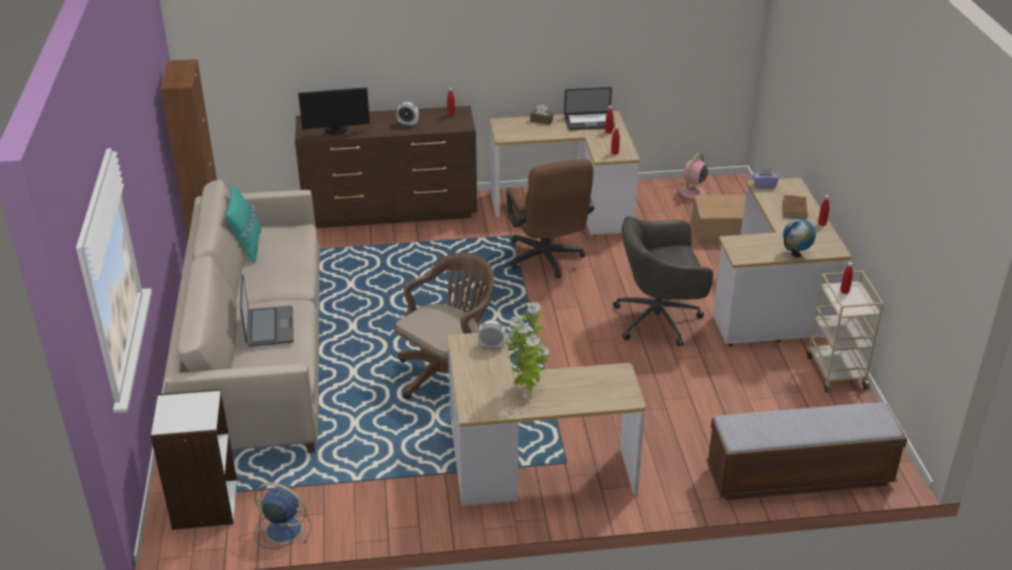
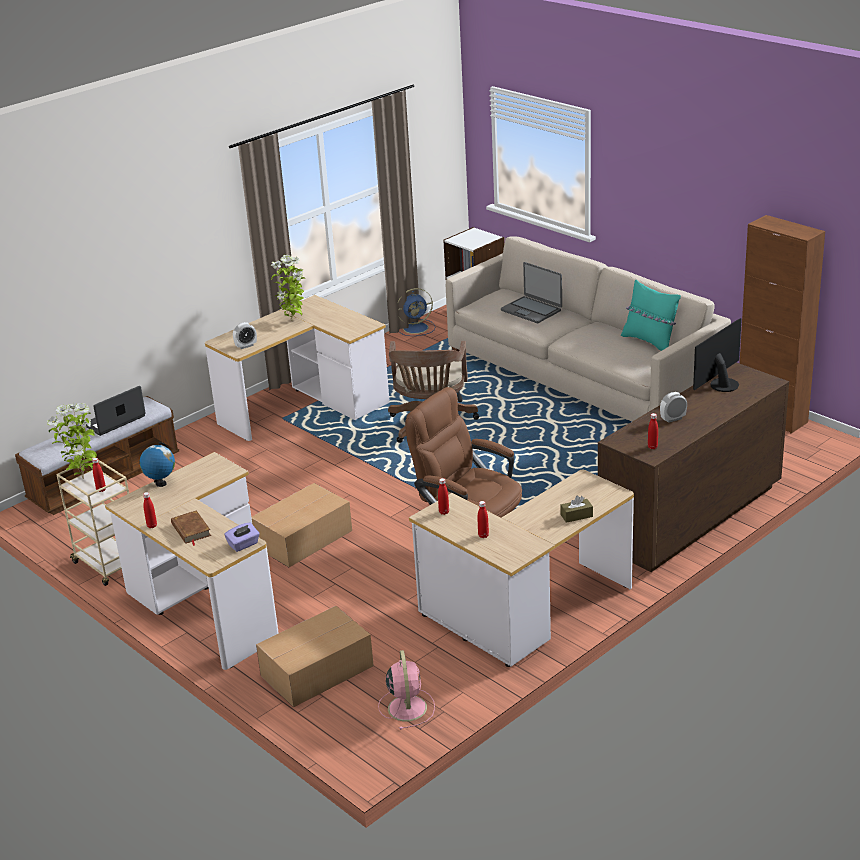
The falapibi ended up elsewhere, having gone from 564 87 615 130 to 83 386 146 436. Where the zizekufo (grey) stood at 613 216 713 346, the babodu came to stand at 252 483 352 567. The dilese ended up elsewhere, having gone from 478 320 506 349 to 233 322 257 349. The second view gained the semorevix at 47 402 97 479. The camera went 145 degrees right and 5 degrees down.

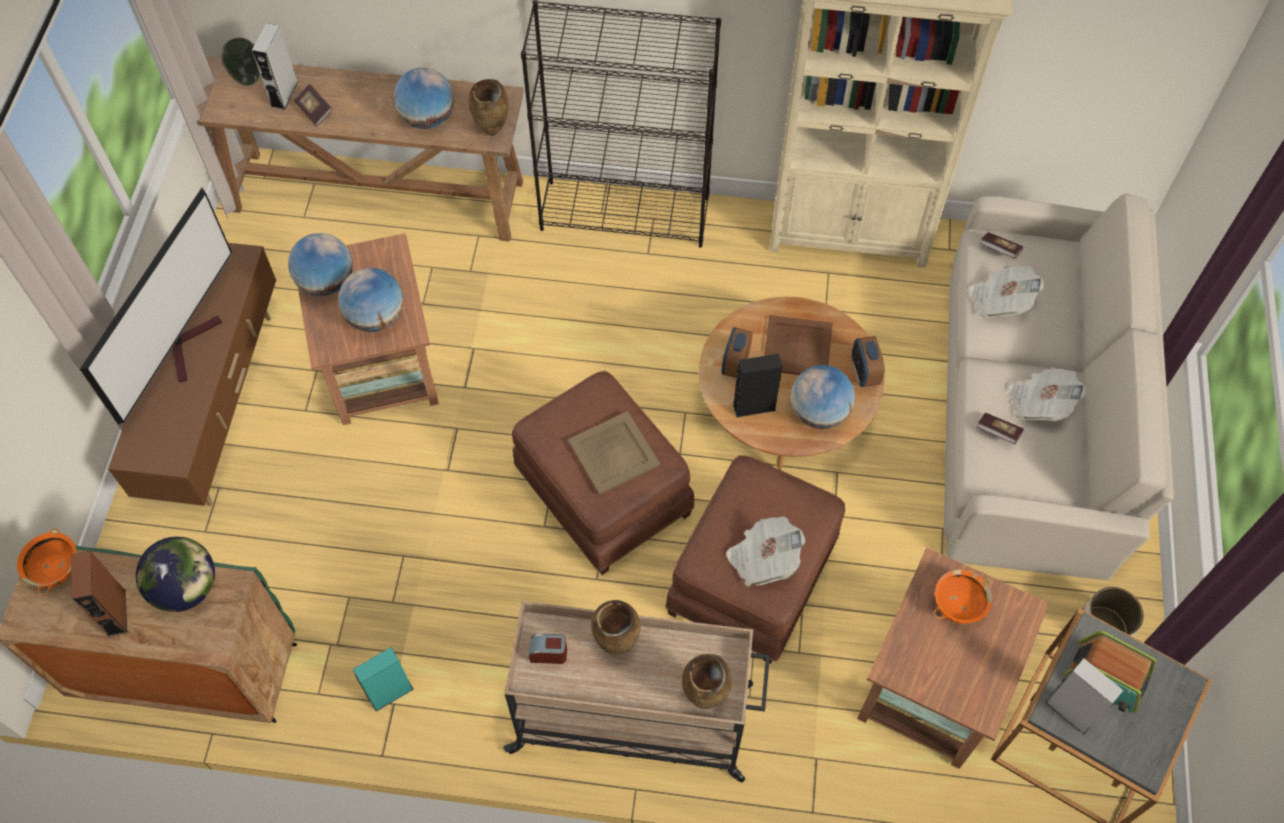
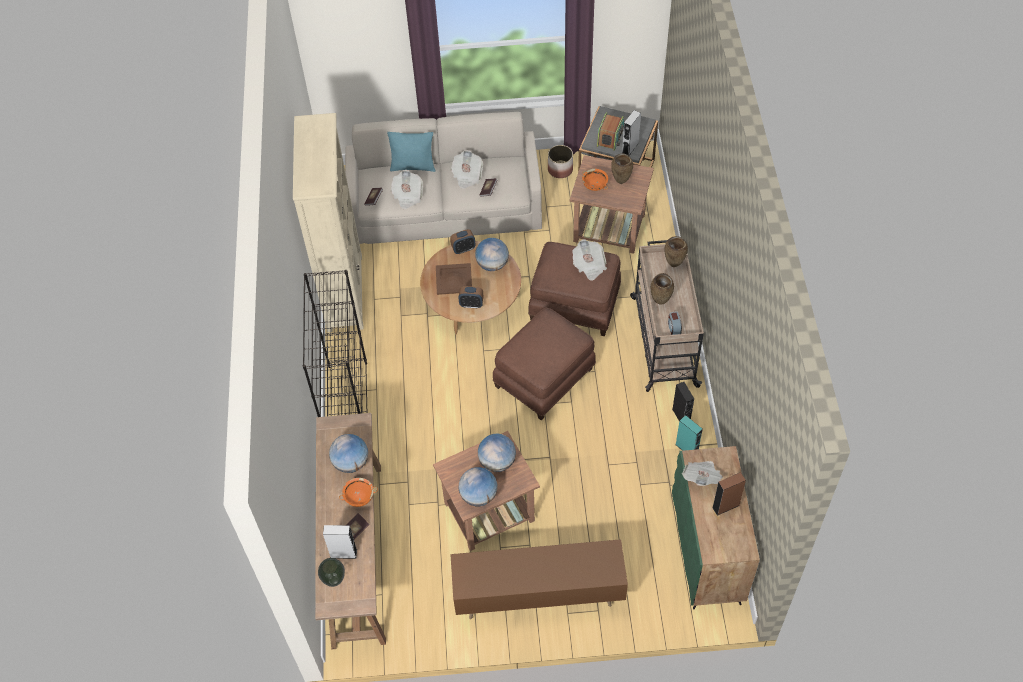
The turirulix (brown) ended up elsewhere, having gone from 468 79 508 136 to 611 154 633 184. The second view lost the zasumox at 80 188 232 424. The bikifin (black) ended up elsewhere, having gone from 733 354 782 418 to 672 382 694 421. The second view lost the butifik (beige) at 568 411 660 495. The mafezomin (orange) ended up elsewhere, having gone from 17 528 77 596 to 339 478 378 507. Where the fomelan stood at 136 537 215 612, the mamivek came to stand at 682 461 723 486. The second view gained the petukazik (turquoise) at 387 132 436 172. The camera went 100 degrees left and 5 degrees down.

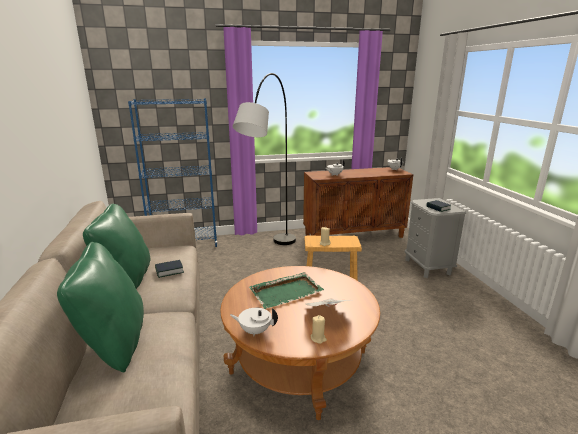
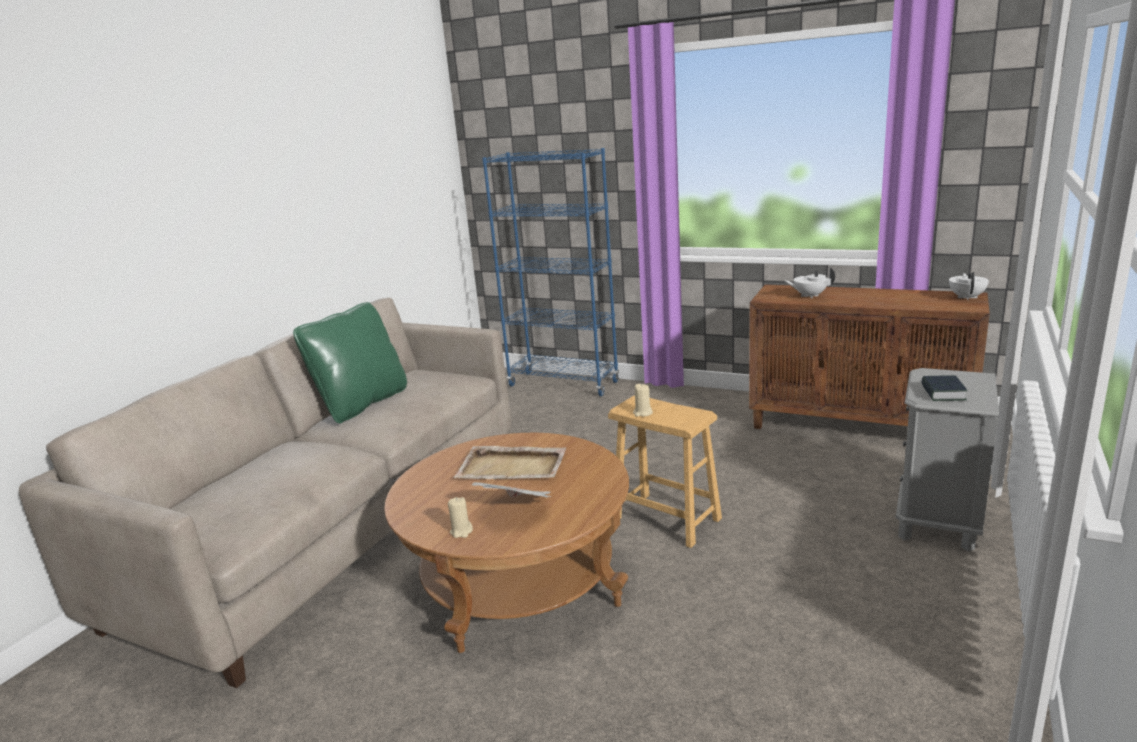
The second view lost the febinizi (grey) at 233 73 296 245. The second view lost the petukazik (green) at 57 242 144 372. The second view lost the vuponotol at 155 260 184 278. What was the butifik (green) at 249 272 324 309 turned into the butifik (beige) at 454 446 566 479. The second view lost the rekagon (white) at 230 308 278 336. The camera went 40 degrees right and 0 degrees up.

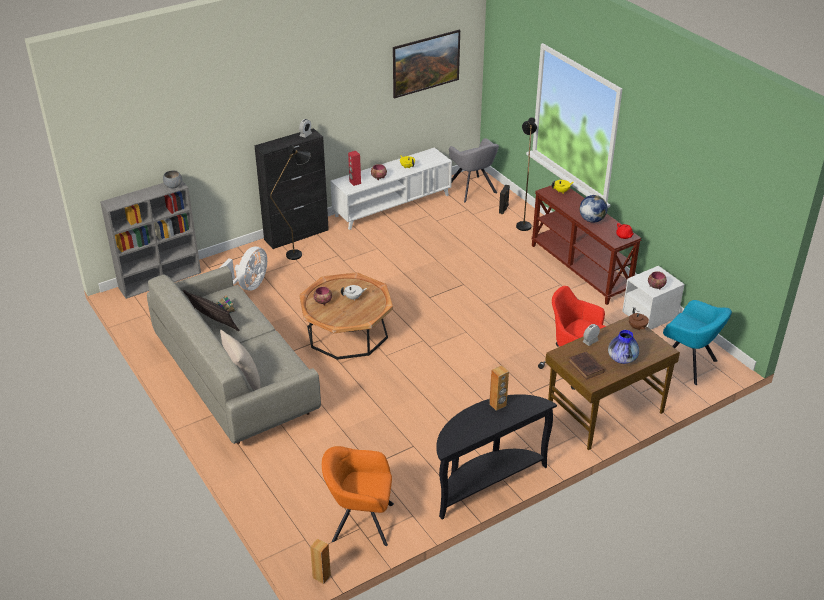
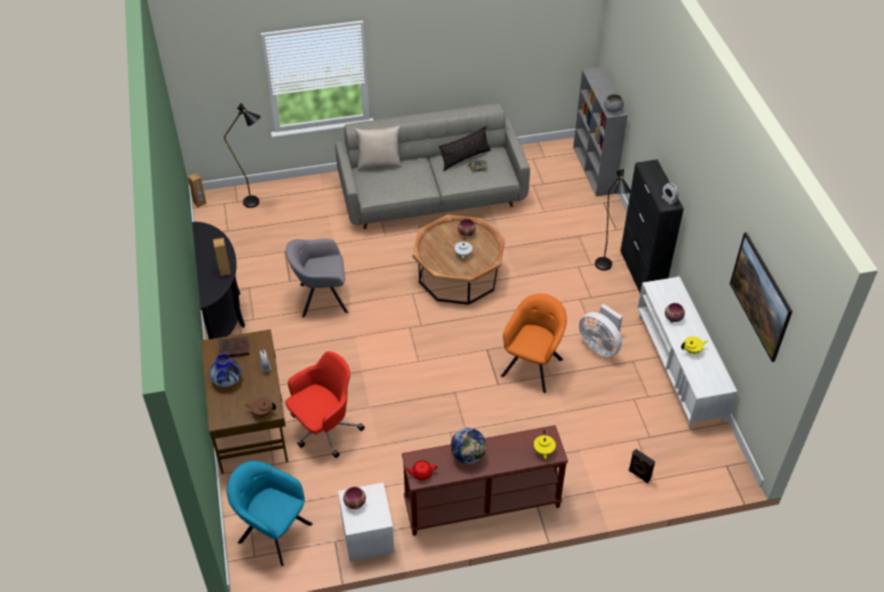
The febinizi (black) ended up elsewhere, having gone from 516 117 537 231 to 224 103 261 208. The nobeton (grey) ended up elsewhere, having gone from 449 138 499 202 to 286 239 348 317. The second view lost the bikifin (red) at 348 151 361 186. The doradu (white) ended up elsewhere, having gone from 219 247 267 290 to 579 304 623 357. The nobeton (turquoise) at 663 300 732 385 ended up facing another way, 60 degrees clockwise from before. The nobeton (orange) ended up elsewhere, having gone from 322 446 394 546 to 501 293 567 393. The camera went 110 degrees right and 10 degrees up.

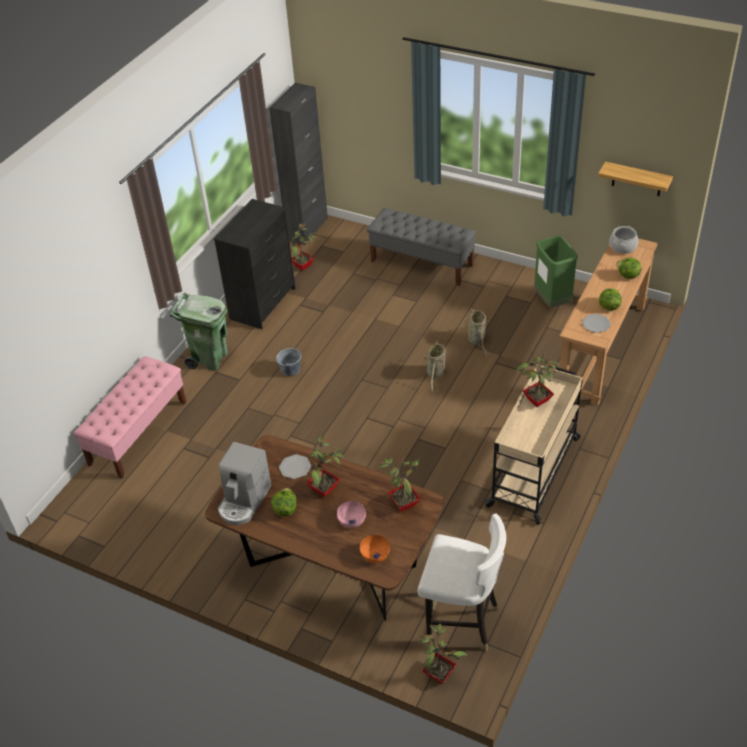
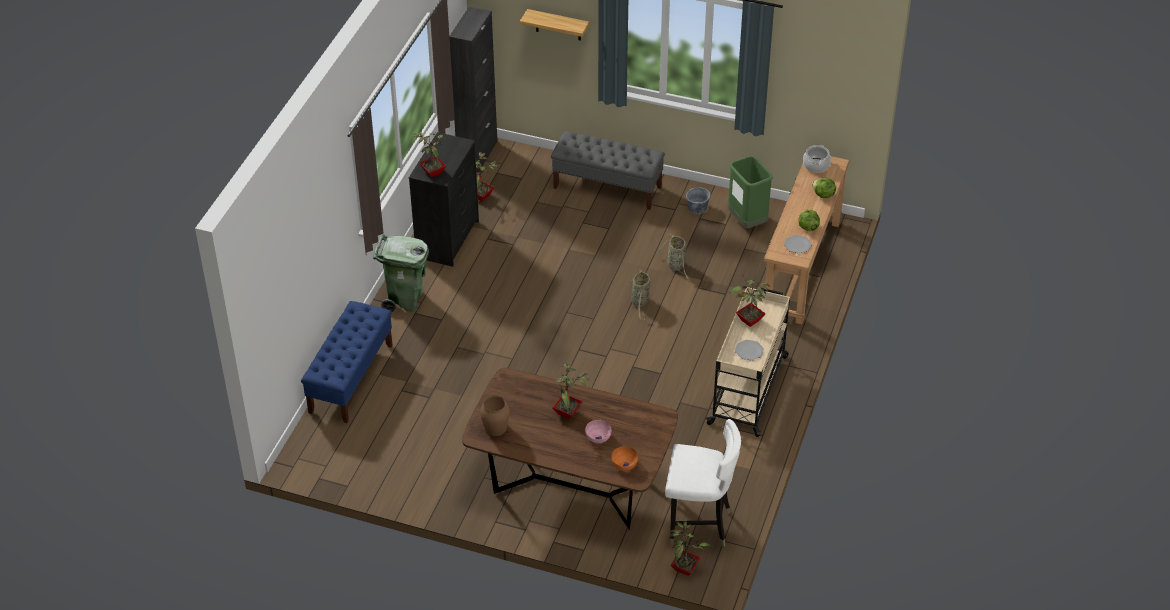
The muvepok ended up elsewhere, having gone from 598 162 673 196 to 520 9 589 40. The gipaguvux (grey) ended up elsewhere, having gone from 276 347 301 376 to 686 185 710 214. What was the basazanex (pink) at 74 356 186 479 turned into the basazanex (blue) at 301 301 393 423. Where the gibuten stood at 218 442 271 525, the turirulix (brown) came to stand at 480 395 510 436. The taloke ended up elsewhere, having gone from 279 454 311 479 to 735 340 764 361. The semorevix ended up elsewhere, having gone from 378 458 421 512 to 411 129 446 178. The second view lost the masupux at 271 488 297 517. The camera went 10 degrees left and 0 degrees up.

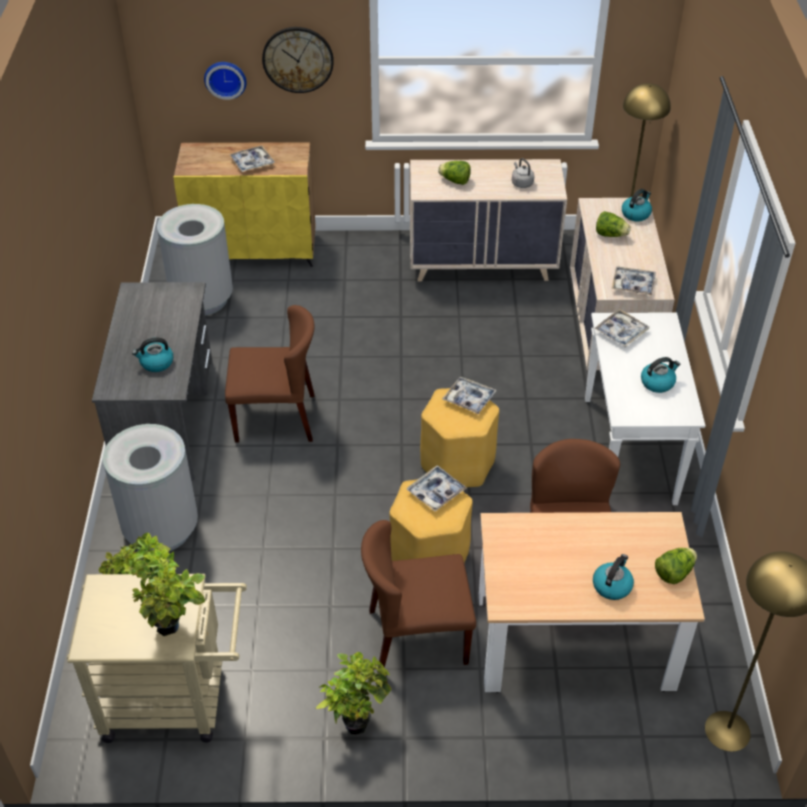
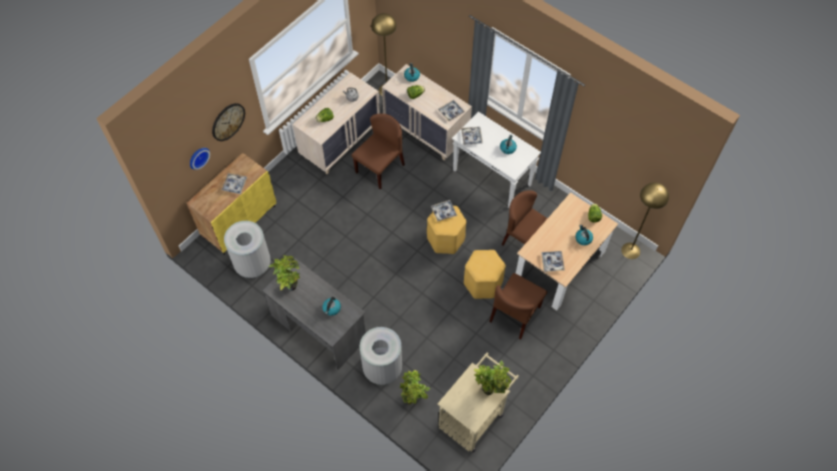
The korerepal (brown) ended up elsewhere, having gone from 225 305 315 443 to 351 114 405 189. The butifik ended up elsewhere, having gone from 406 465 467 512 to 541 251 565 272. The semorevix ended up elsewhere, having gone from 316 652 391 734 to 269 255 300 291. The camera went 50 degrees left and 15 degrees up.

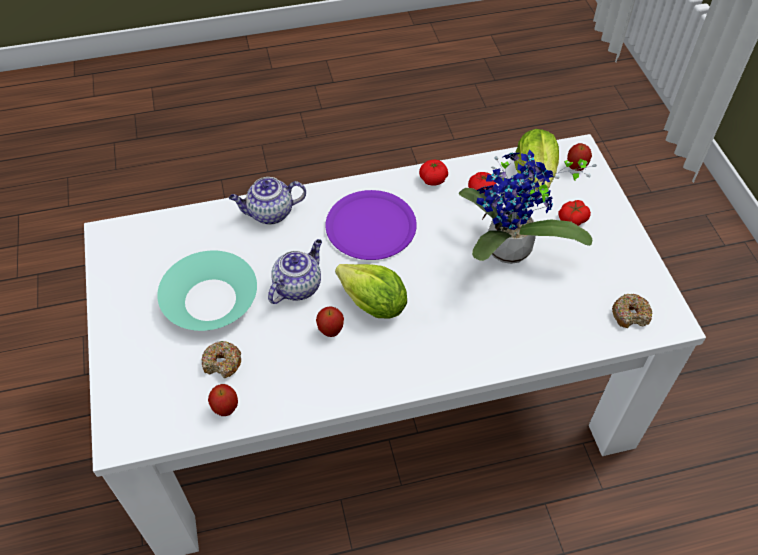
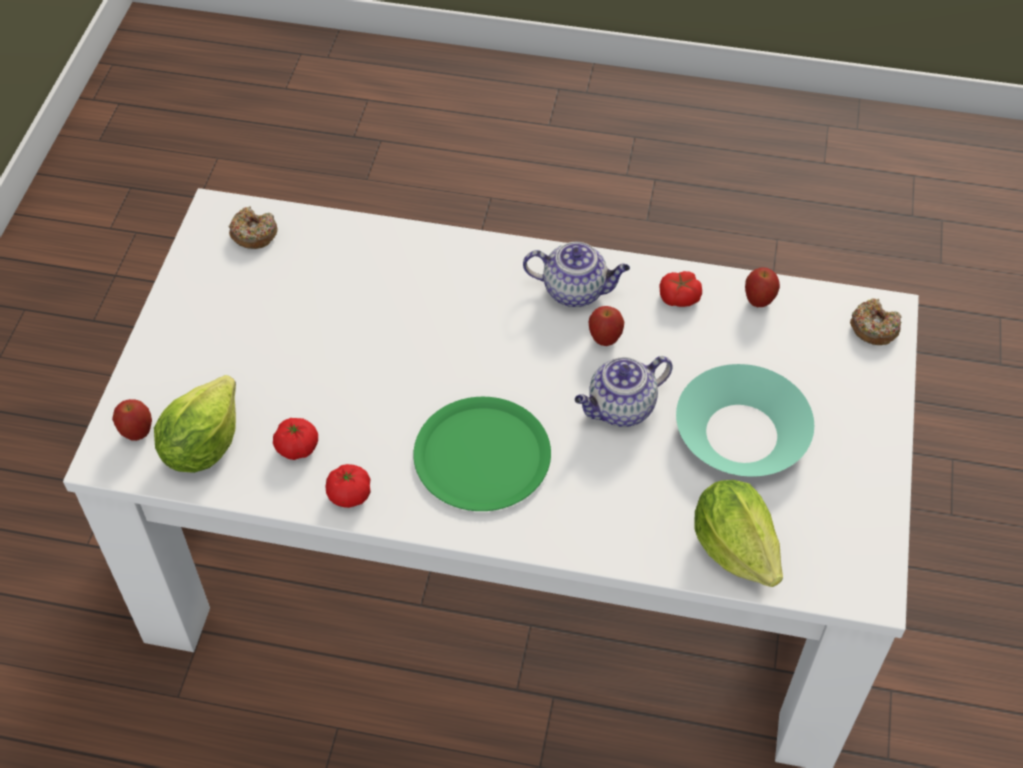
The second view lost the semorevix at 459 149 597 264. The rekagon ended up elsewhere, having gone from 229 177 306 225 to 523 242 630 307. What was the taloke (purple) at 325 190 417 260 turned into the taloke (green) at 413 397 551 511. The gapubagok ended up elsewhere, having gone from 558 200 591 226 to 659 271 702 307. The masupux ended up elsewhere, having gone from 335 264 407 318 to 694 480 783 587. The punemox ended up elsewhere, having gone from 201 341 241 378 to 850 298 902 345. The camera went 155 degrees left and 0 degrees up.

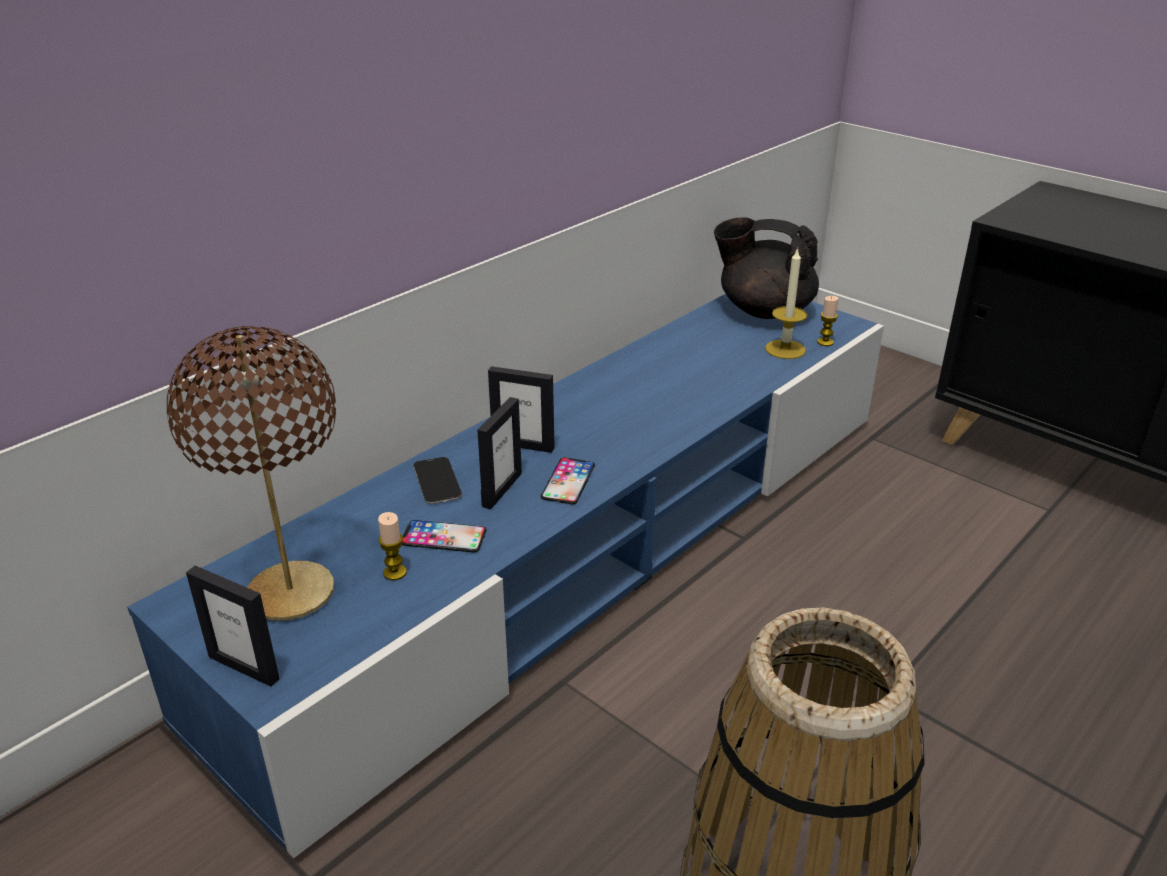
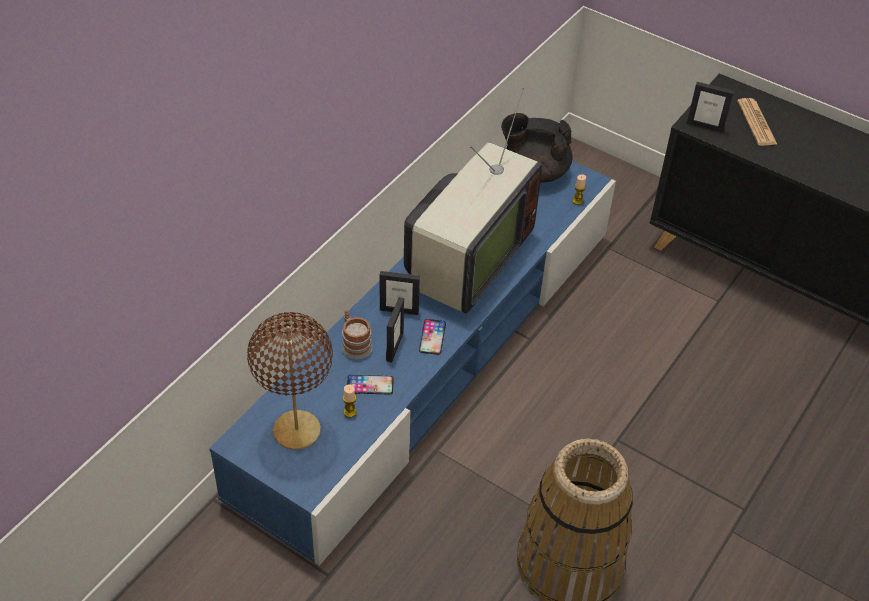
The second view lost the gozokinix at 765 247 807 359. Where the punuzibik stood at 413 457 462 504, the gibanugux came to stand at 342 310 372 359. The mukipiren ended up elsewhere, having gone from 186 566 280 687 to 687 82 734 133. The second view gained the zasumox at 404 88 542 314. The second view gained the mamivek at 737 98 778 146. The camera went 10 degrees left and 15 degrees up.

